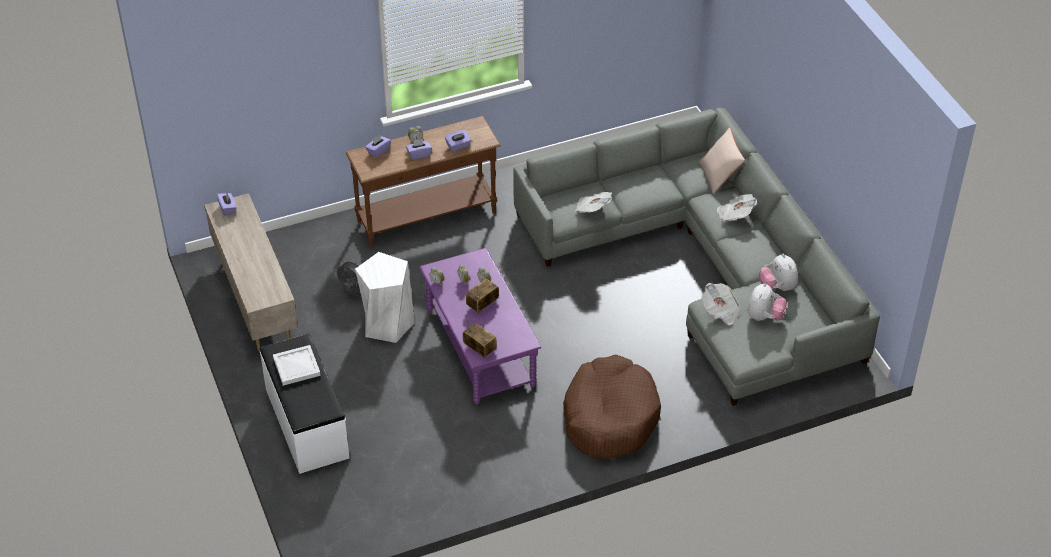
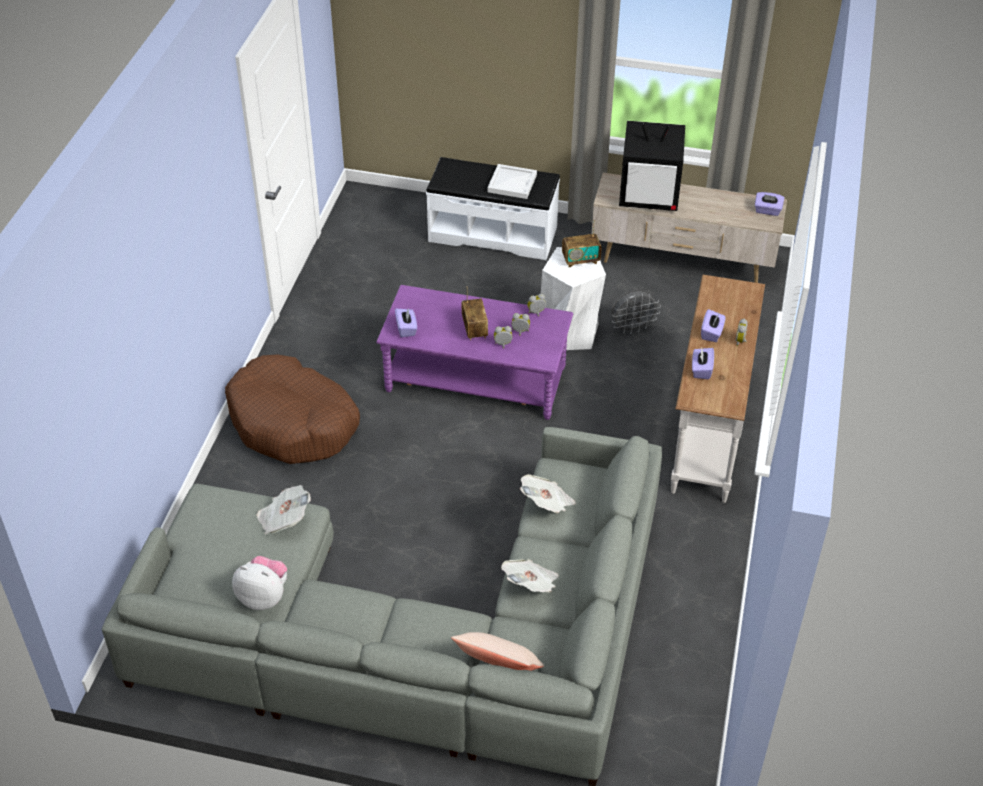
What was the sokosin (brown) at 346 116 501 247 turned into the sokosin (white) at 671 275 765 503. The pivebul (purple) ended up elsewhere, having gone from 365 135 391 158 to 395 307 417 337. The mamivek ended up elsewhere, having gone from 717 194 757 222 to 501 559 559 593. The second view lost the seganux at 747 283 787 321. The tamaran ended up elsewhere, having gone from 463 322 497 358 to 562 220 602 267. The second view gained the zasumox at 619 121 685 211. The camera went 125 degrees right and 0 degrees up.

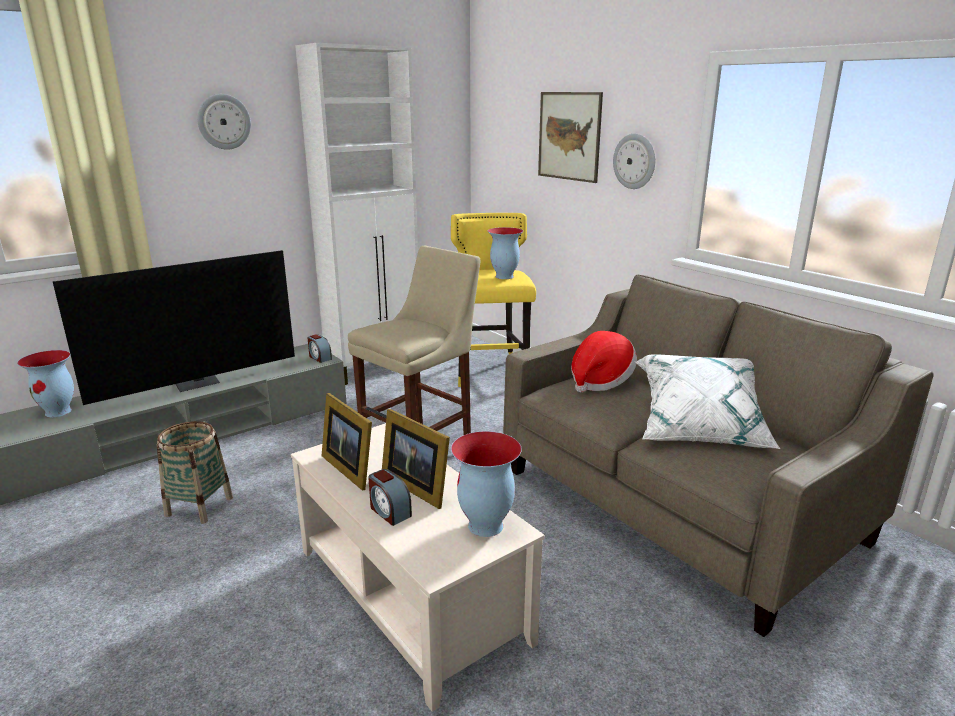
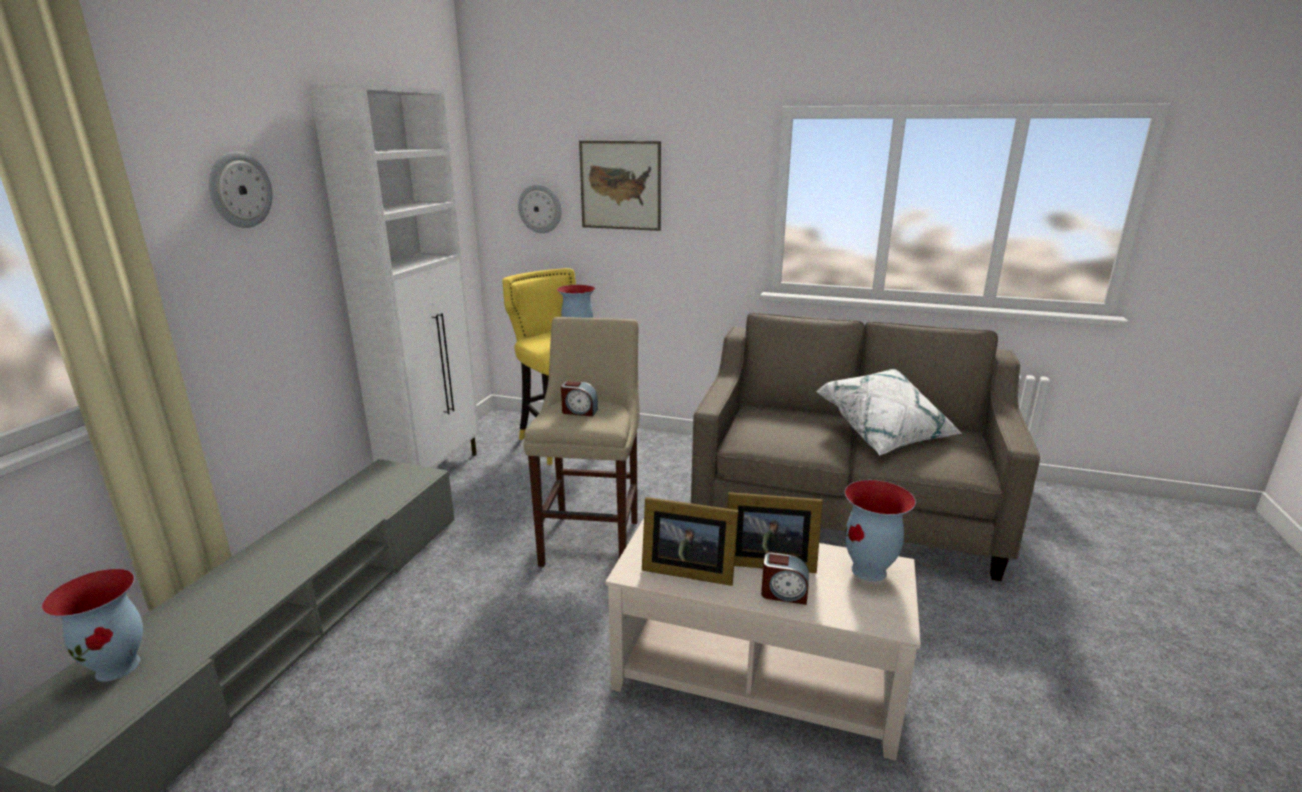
The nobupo ended up elsewhere, having gone from 613 134 655 189 to 518 184 561 233. The second view lost the zasumox at 53 250 295 405. The second view lost the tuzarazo at 571 331 637 393. The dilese ended up elsewhere, having gone from 308 334 332 363 to 561 381 598 416. The second view lost the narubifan at 157 421 233 524. The camera went 35 degrees left and 0 degrees up.

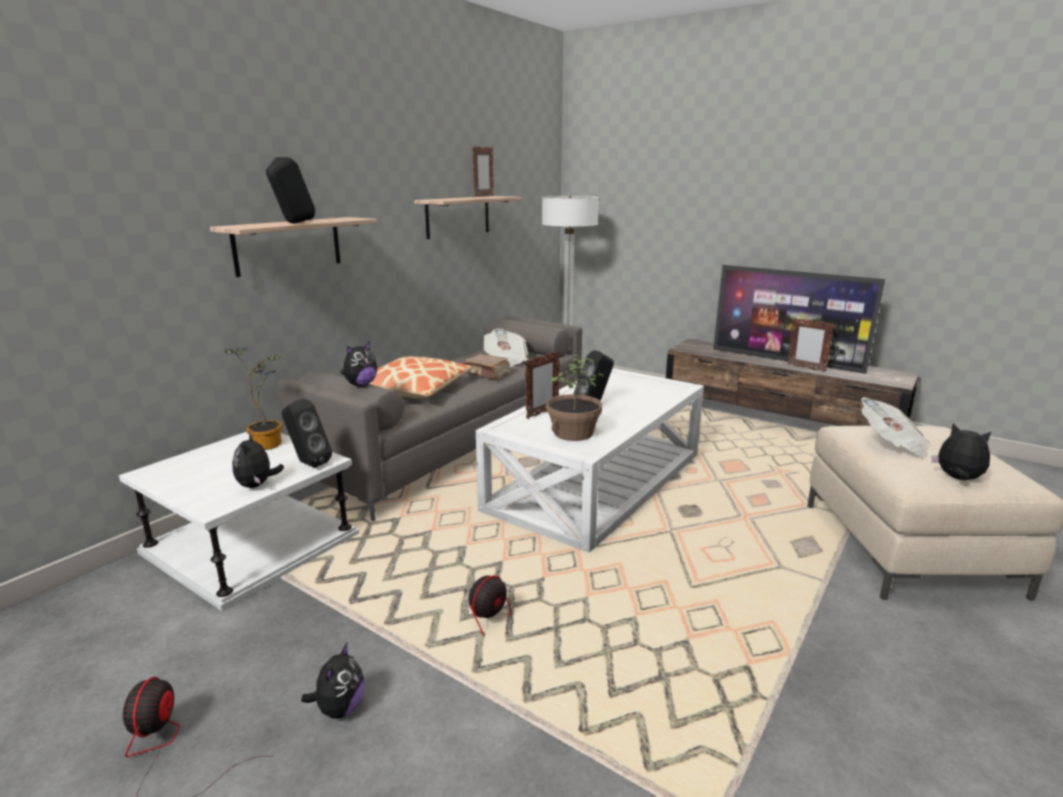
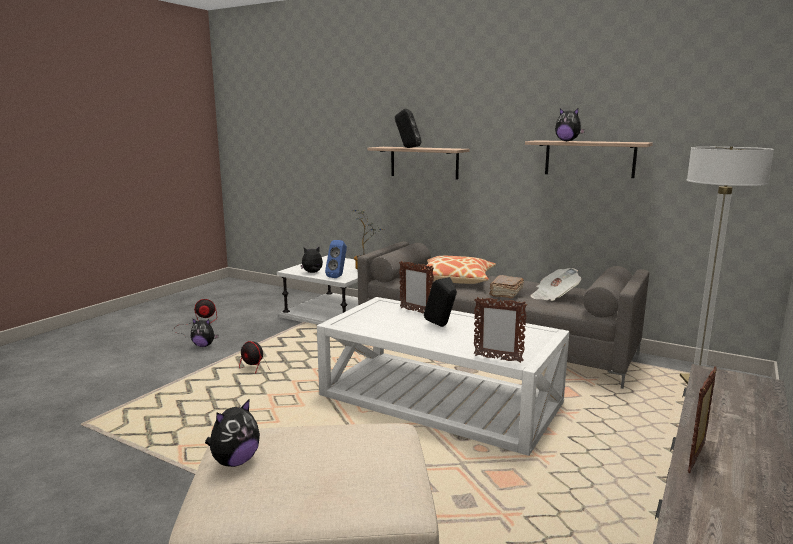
The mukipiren ended up elsewhere, having gone from 472 146 494 197 to 474 297 527 363. The second view lost the zasumox at 713 265 885 374. The seganux ended up elsewhere, having gone from 340 341 377 386 to 555 108 585 141. The second view lost the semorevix at 546 355 604 441. The second view lost the mamivek at 861 397 930 459. What was the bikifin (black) at 282 399 332 468 turned into the bikifin (blue) at 325 240 347 278. The camera went 85 degrees right and 5 degrees down.

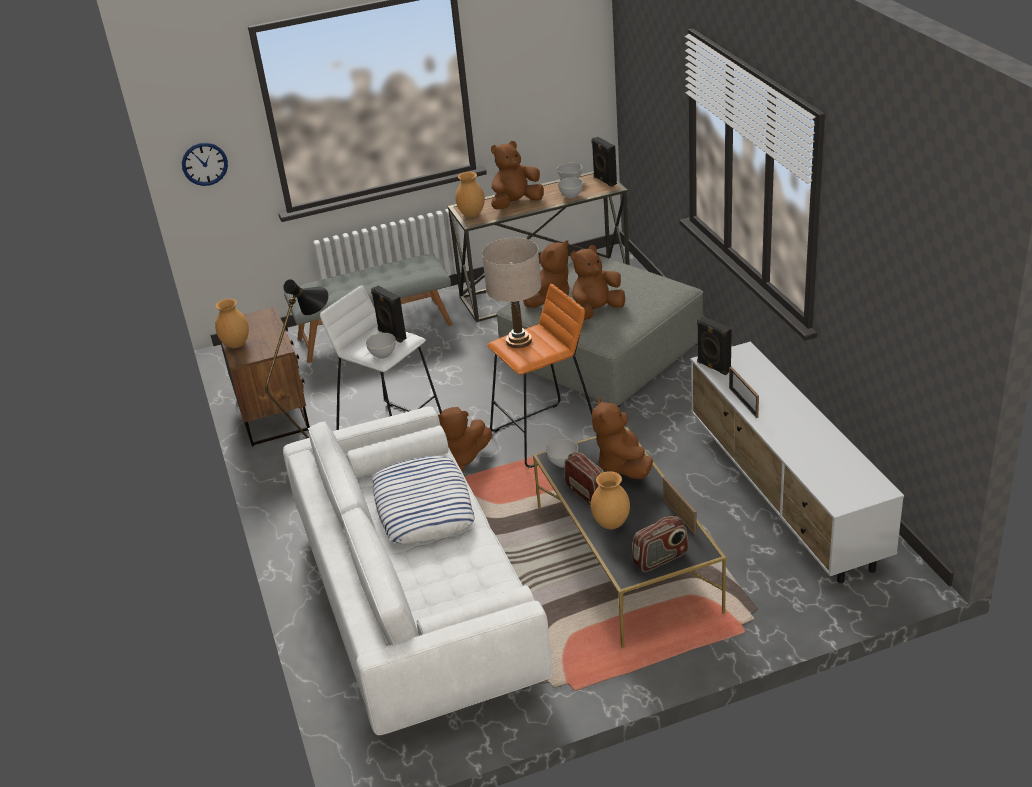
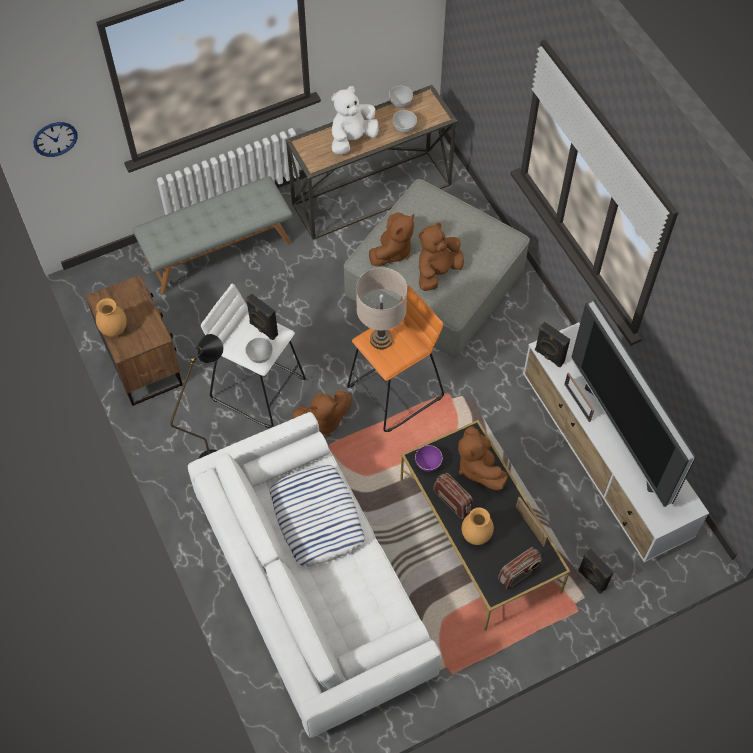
The bikifin (black) ended up elsewhere, having gone from 592 137 617 187 to 578 548 614 594. What was the seganux (brown) at 491 141 544 210 turned into the seganux (white) at 331 86 379 154. The second view lost the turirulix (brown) at 455 172 485 218. What was the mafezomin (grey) at 546 439 578 467 turned into the mafezomin (purple) at 415 445 443 472. The second view gained the zasumox at 571 300 696 507. The camera went 10 degrees left and 25 degrees up.

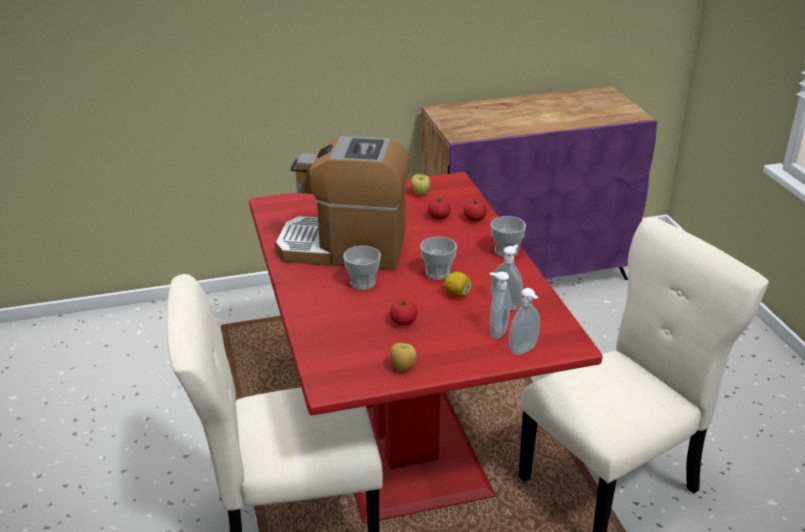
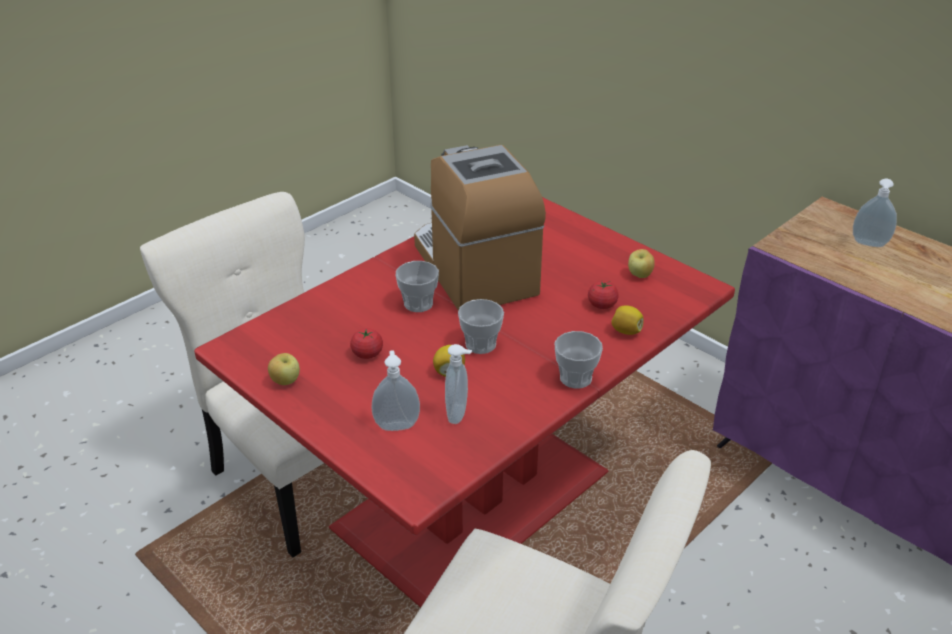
Where the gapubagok stood at 464 199 487 221, the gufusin came to stand at 611 305 644 335. The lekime ended up elsewhere, having gone from 509 288 540 355 to 853 179 897 247. The camera went 60 degrees right and 5 degrees up.

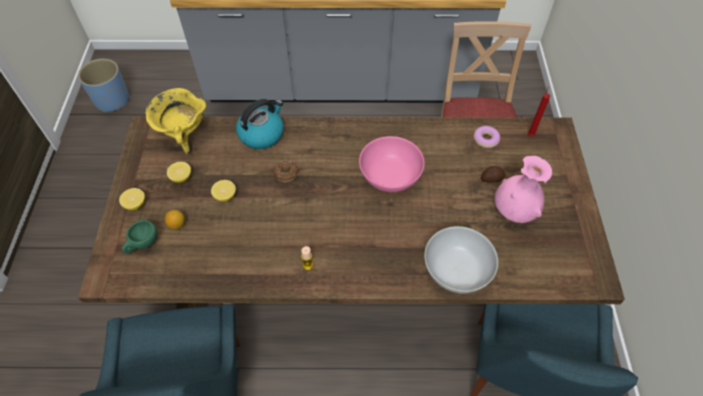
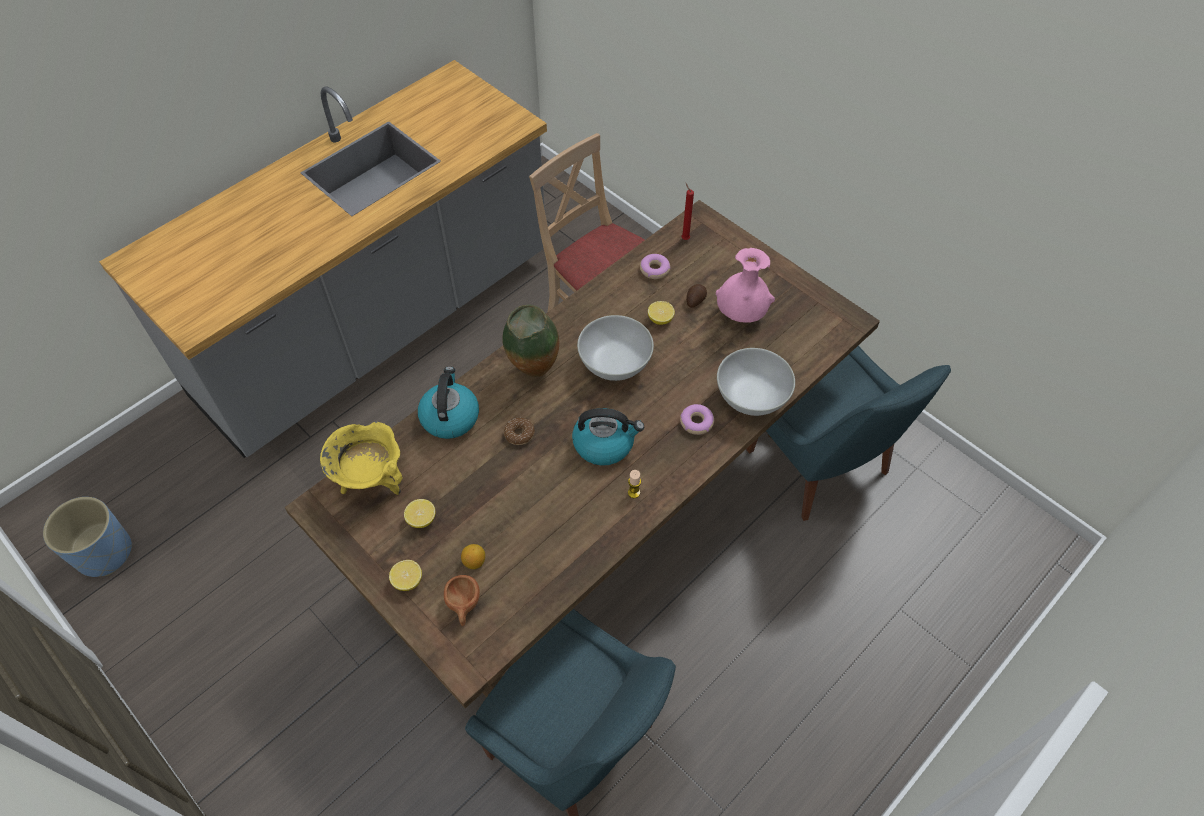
What was the mafezomin (pink) at 359 136 425 192 turned into the mafezomin (white) at 577 315 654 381. The gufusin ended up elsewhere, having gone from 211 180 236 202 to 648 301 675 325. What was the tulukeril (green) at 122 220 157 254 turned into the tulukeril (brown) at 444 575 480 626. The second view gained the turirulix at 502 305 559 377. The second view gained the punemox at 680 404 714 435. The second view gained the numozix at 572 408 644 466. The camera went 45 degrees left and 0 degrees up.

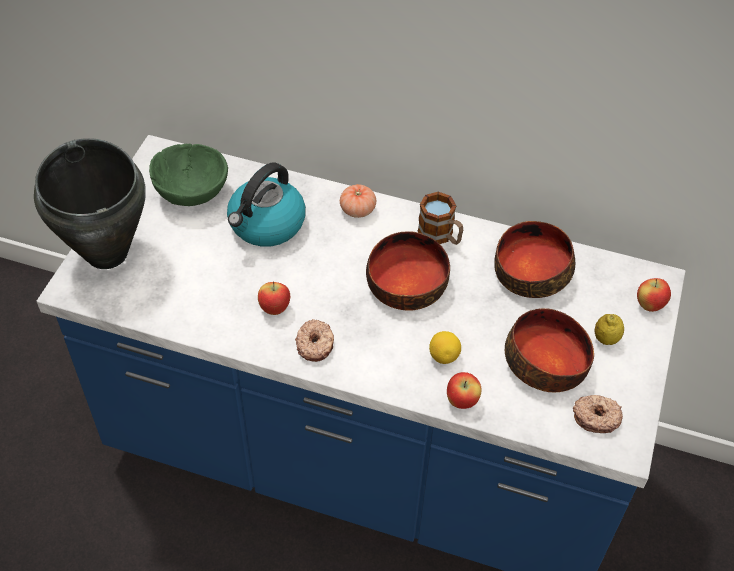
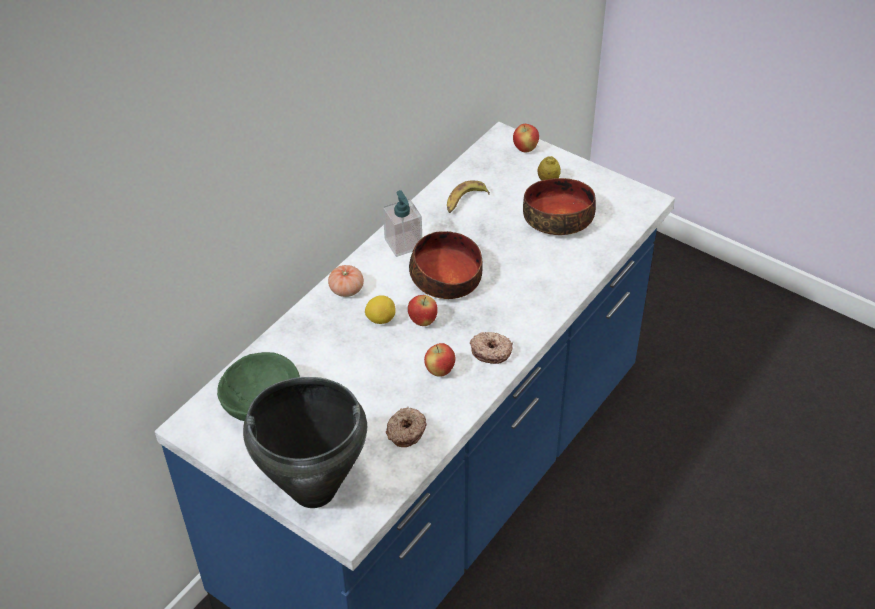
The second view lost the numozix at 227 162 306 247. Where the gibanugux stood at 418 192 463 245, the lekime came to stand at 383 190 422 257. Where the mafezomin stood at 494 221 575 298, the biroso came to stand at 447 180 490 213. The gufusin ended up elsewhere, having gone from 429 331 461 364 to 365 295 396 324. The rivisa ended up elsewhere, having gone from 447 372 482 409 to 408 295 438 326. The punemox ended up elsewhere, having gone from 573 395 623 433 to 386 407 426 447. The camera went 70 degrees left and 5 degrees down.

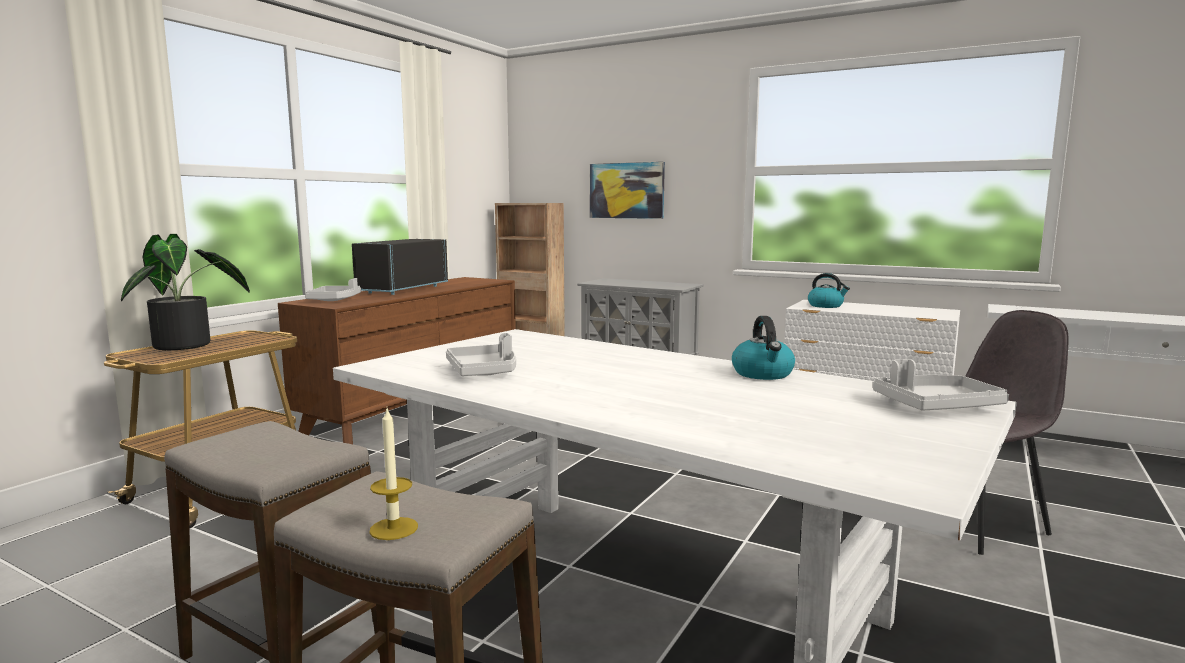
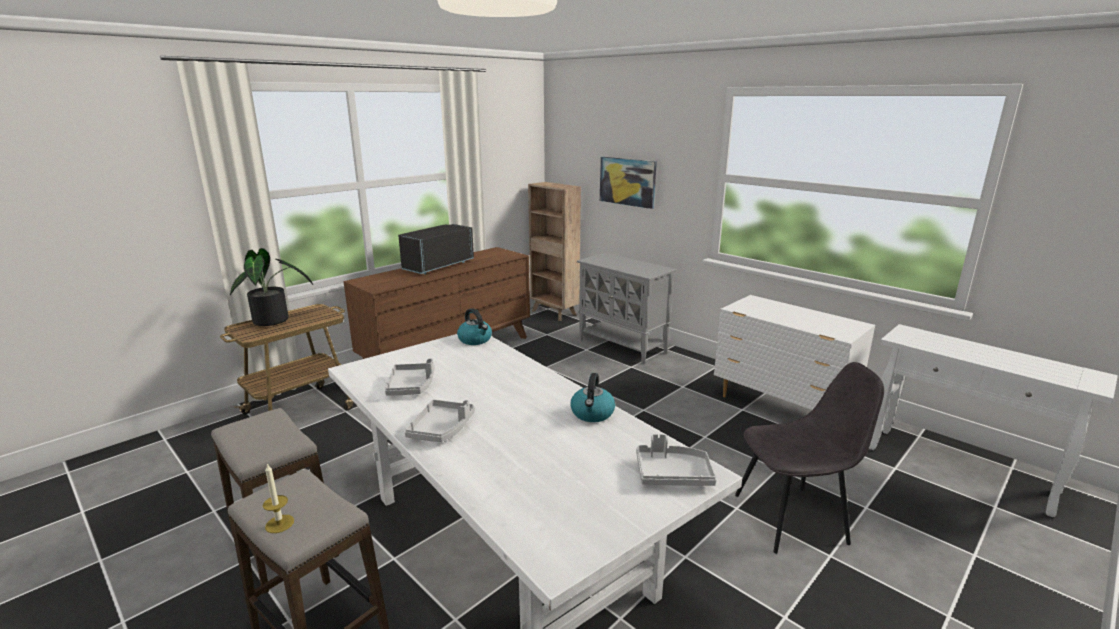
The numozix ended up elsewhere, having gone from 808 273 850 308 to 457 308 492 345. The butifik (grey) ended up elsewhere, having gone from 305 278 361 301 to 405 399 475 442. The camera went 15 degrees right and 10 degrees up.

